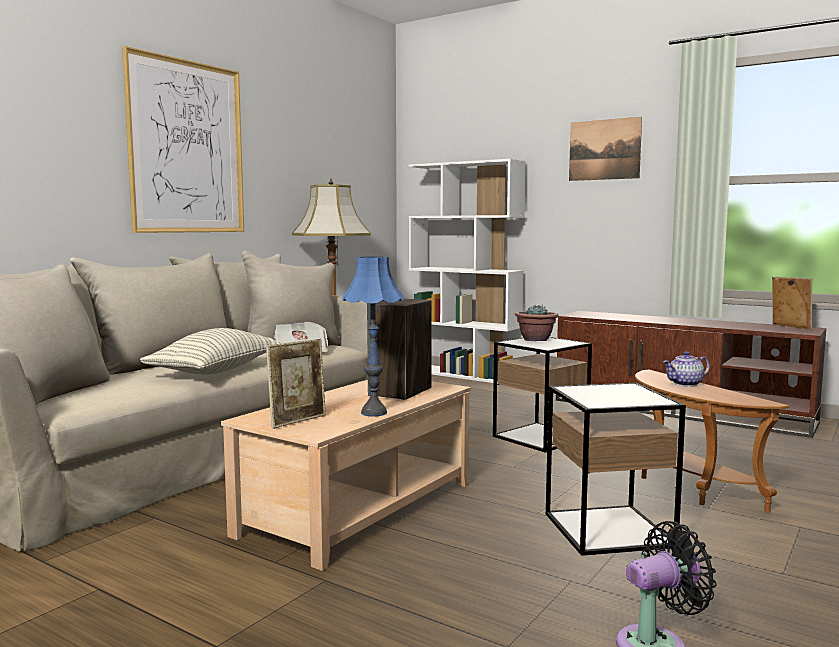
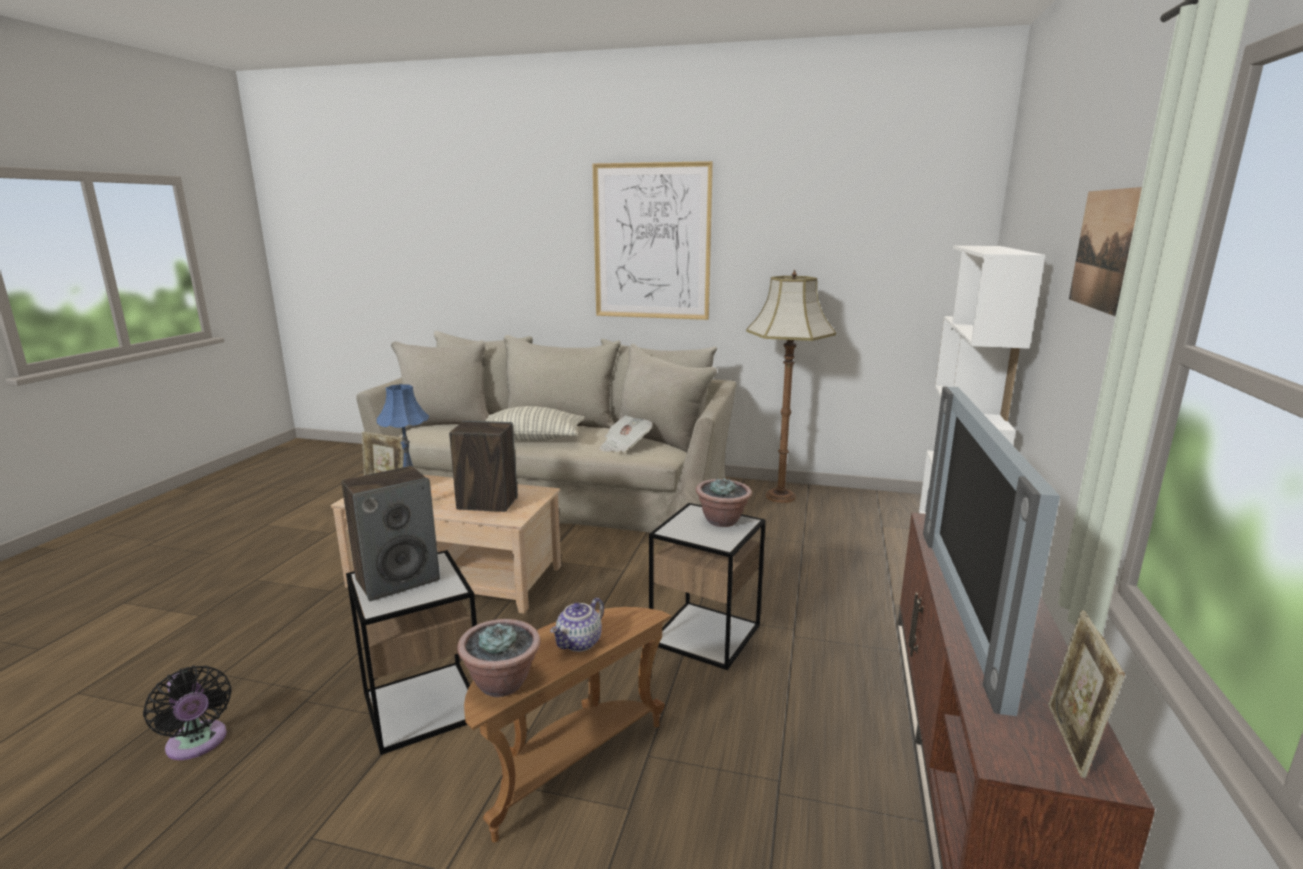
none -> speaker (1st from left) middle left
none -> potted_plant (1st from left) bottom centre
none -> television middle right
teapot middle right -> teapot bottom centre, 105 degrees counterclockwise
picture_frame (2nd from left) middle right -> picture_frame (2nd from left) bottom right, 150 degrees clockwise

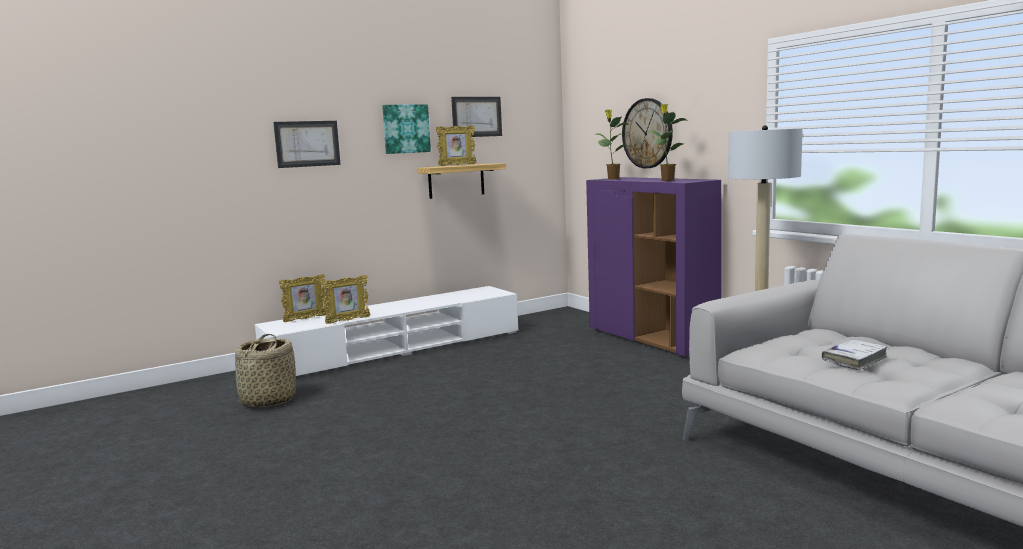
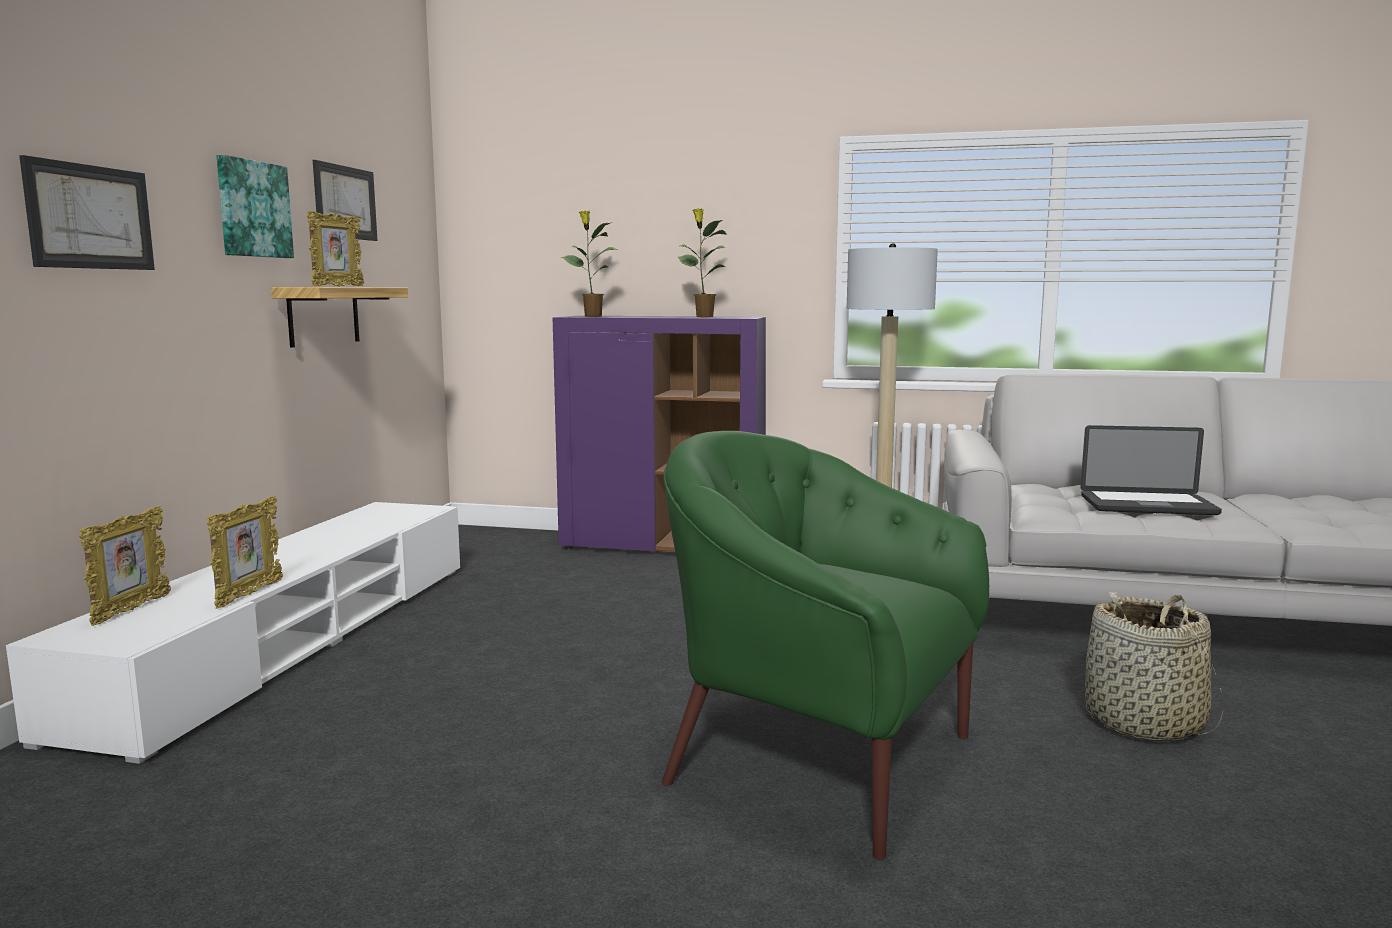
wall_clock top centre -> none
none -> green_armchair bottom centre
basket bottom left -> basket bottom right, move
white_book middle right -> laptop middle right

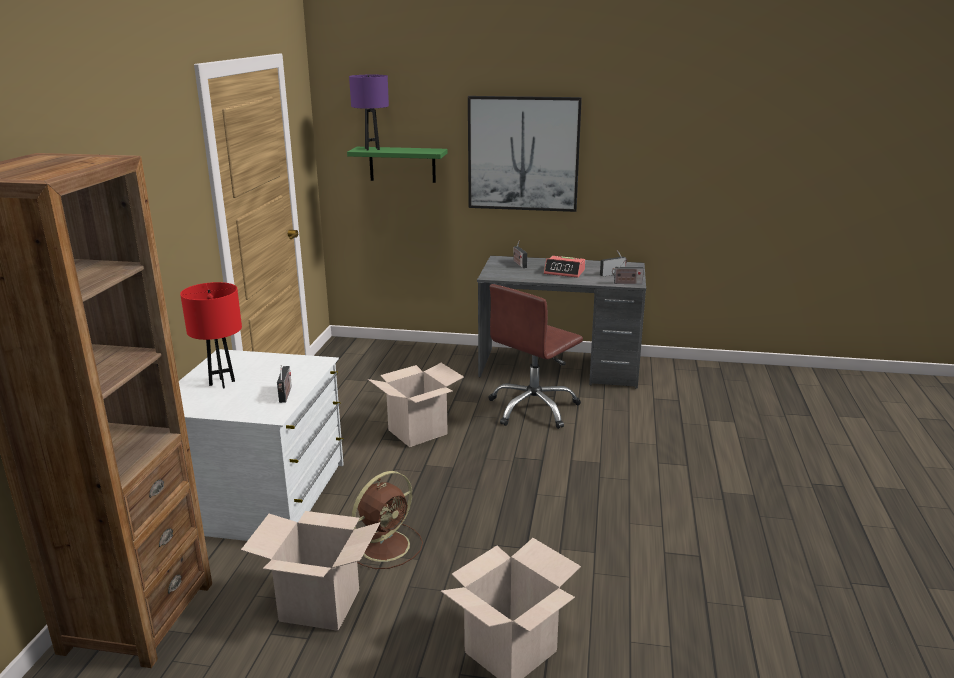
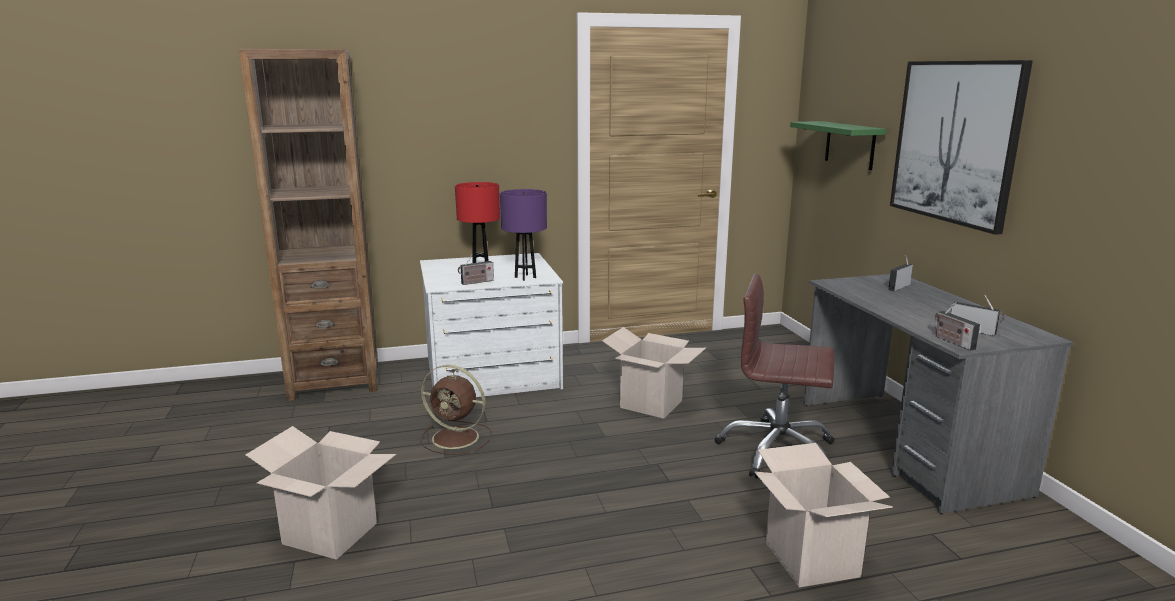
alarm_clock centre -> none
cardboard_box (1st from left in the first image) bottom left -> cardboard_box (3rd from left) bottom right, move
purple_table_lamp top centre -> purple_table_lamp centre, move

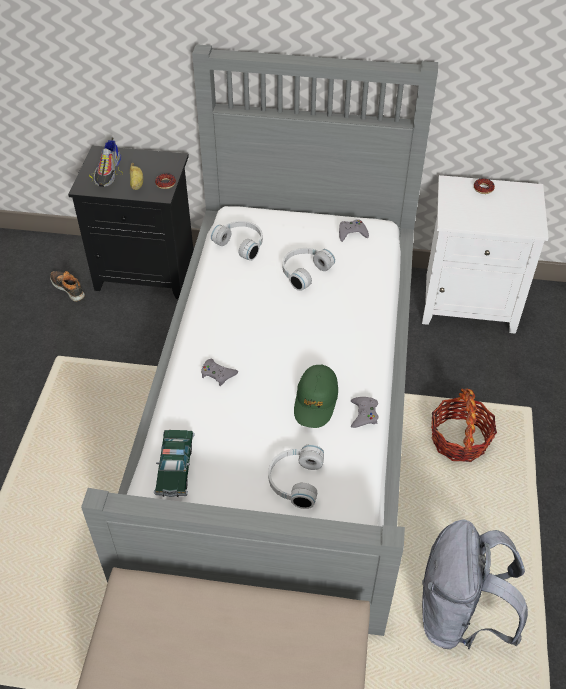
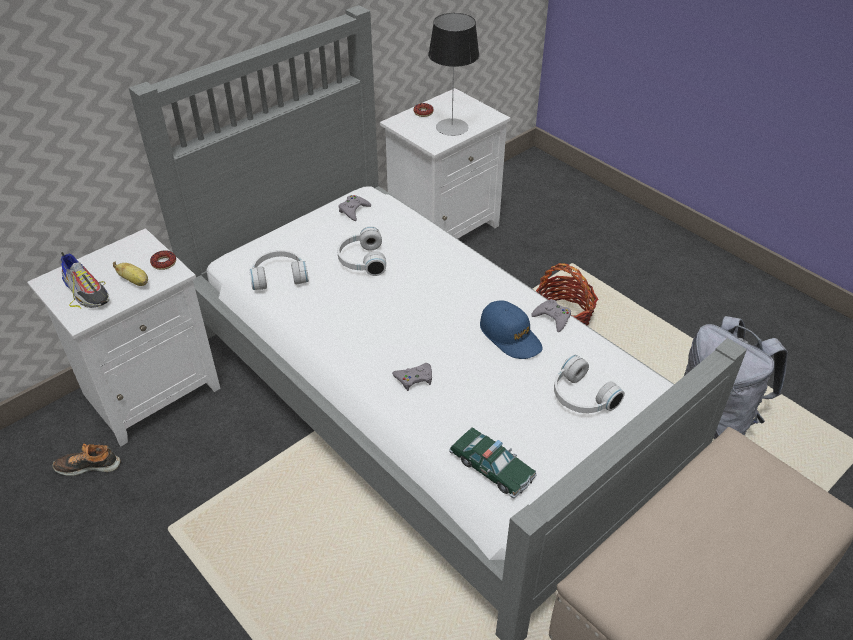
none -> table_lamp top centre
black_nightstand top left -> white_nightstand (1st from left) middle left
green_cap centre -> blue_cap centre

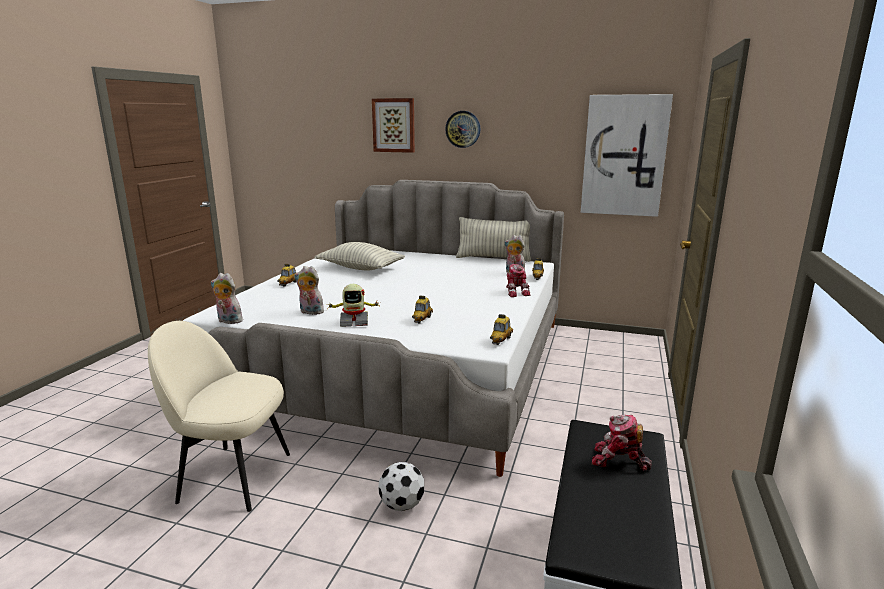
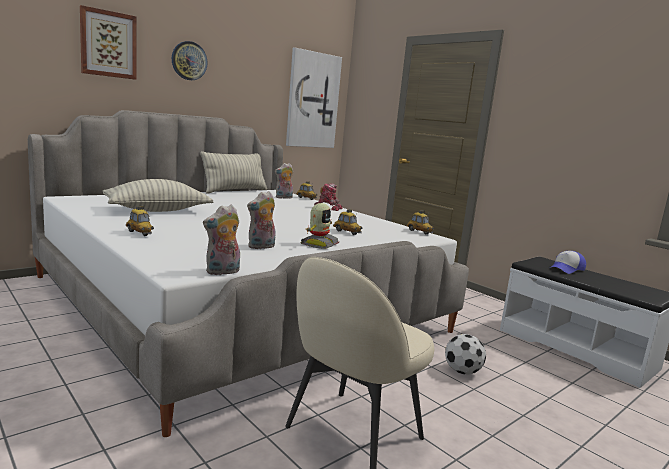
toy_robot (3rd from left) bottom right -> cap middle right

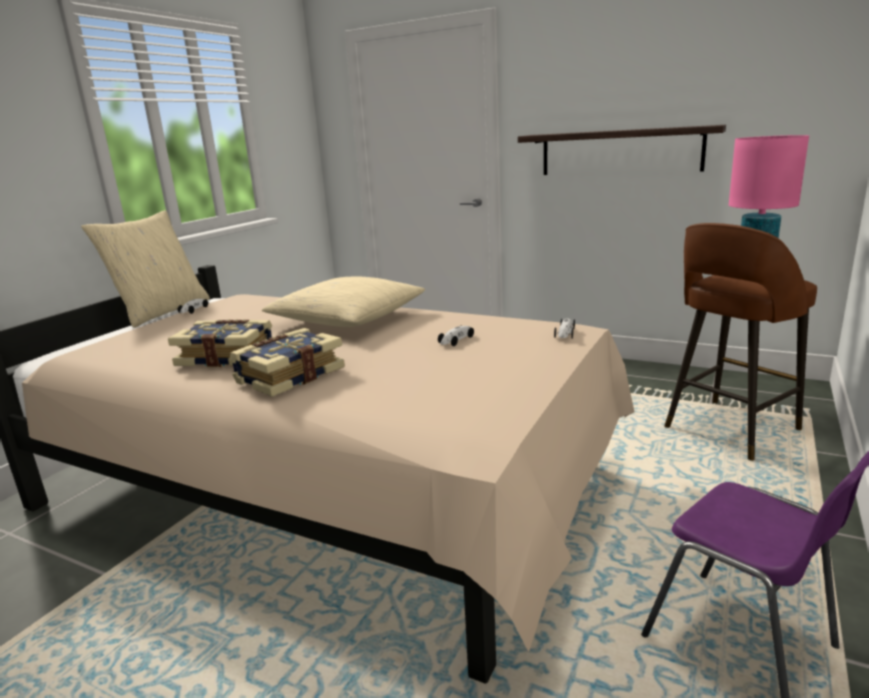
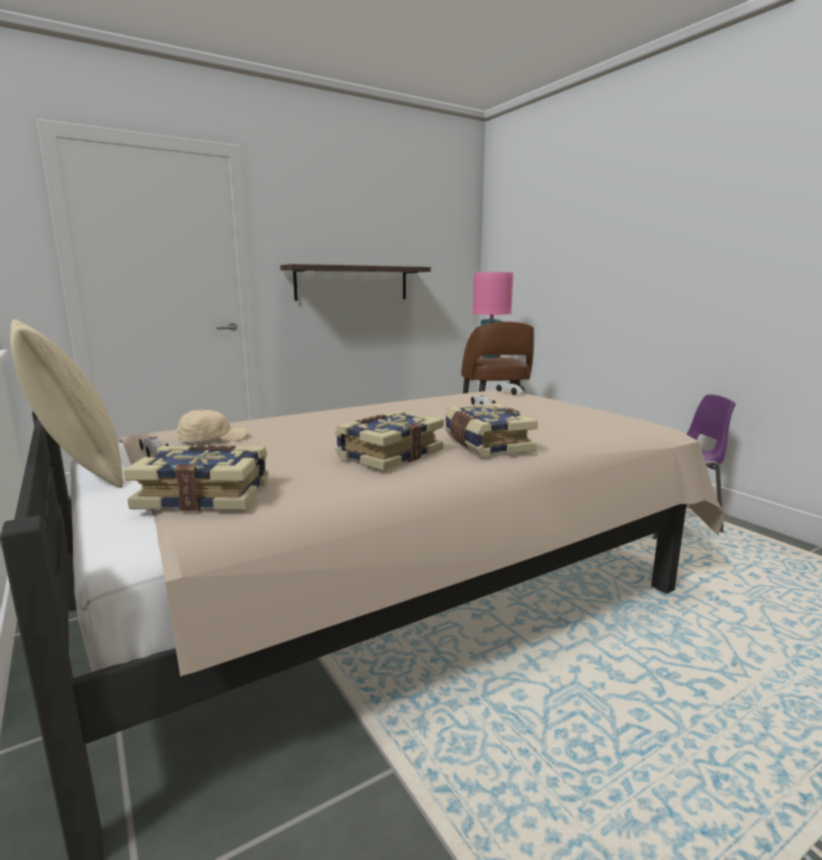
beige_pillow (2nd from left) centre -> none
none -> book (1st from left) middle left
none -> beige_cap middle left

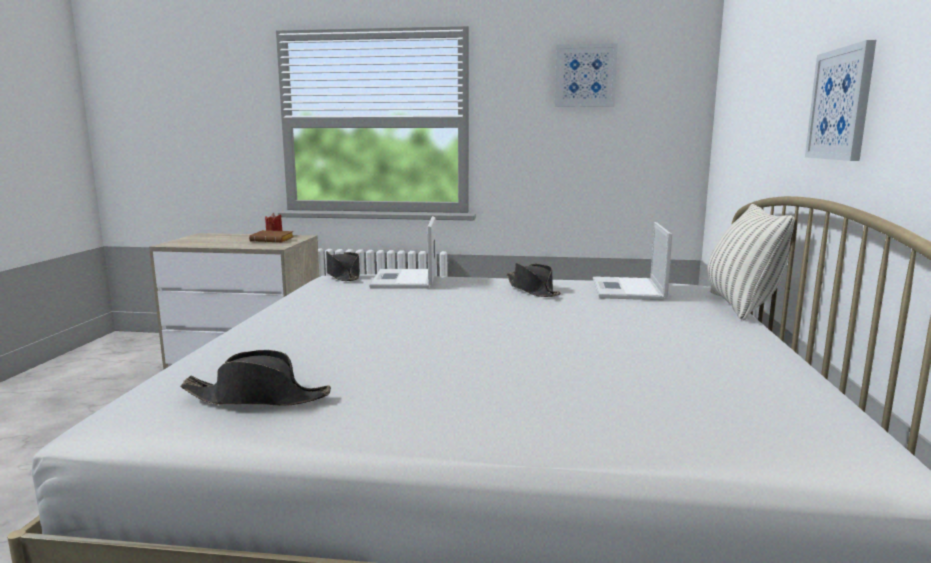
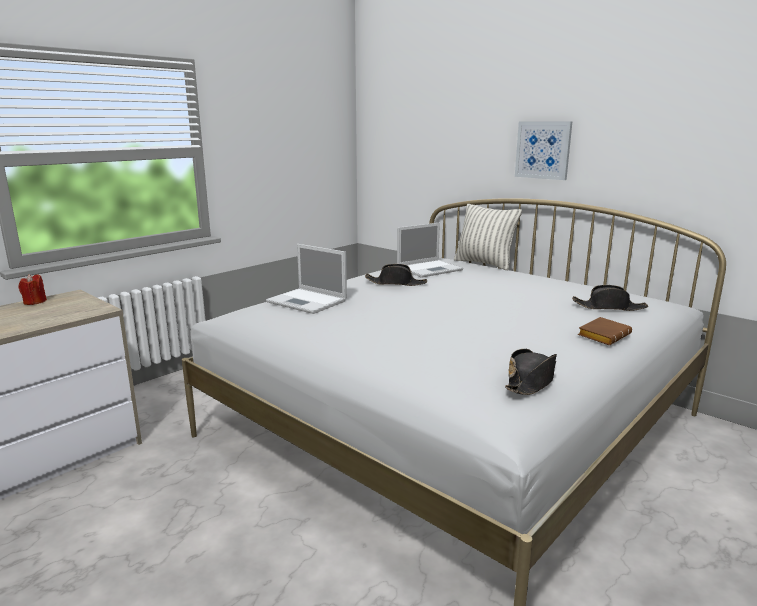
picture (1st from left) top centre -> none
brown_book middle left -> brown_book middle right, move
black_hat (2nd from left in the first image) centre -> black_hat (3rd from left) middle right, move
laptop (2nd from left) middle right -> laptop (2nd from left) centre, 75 degrees counterclockwise

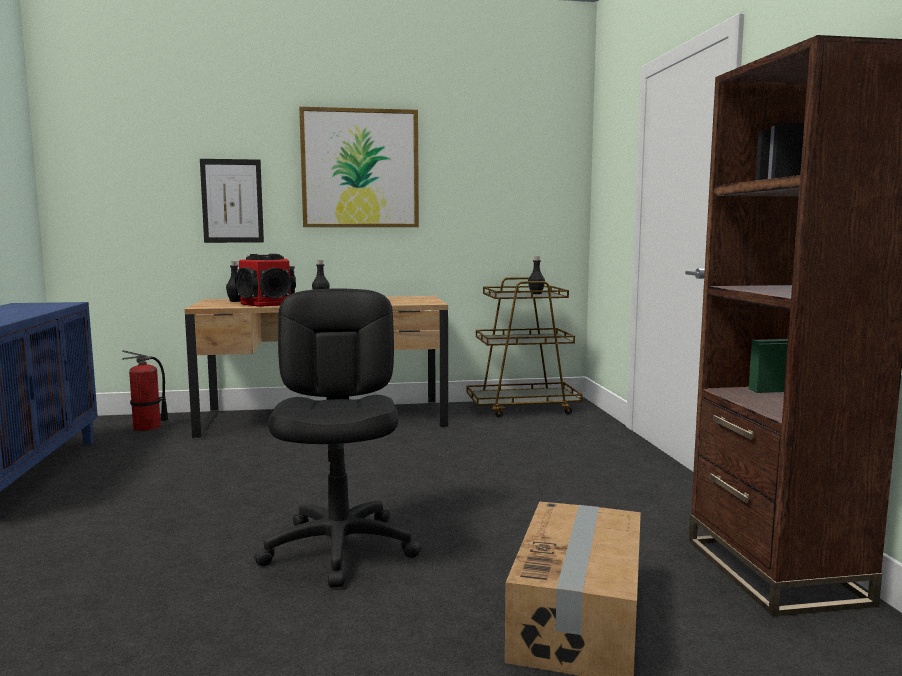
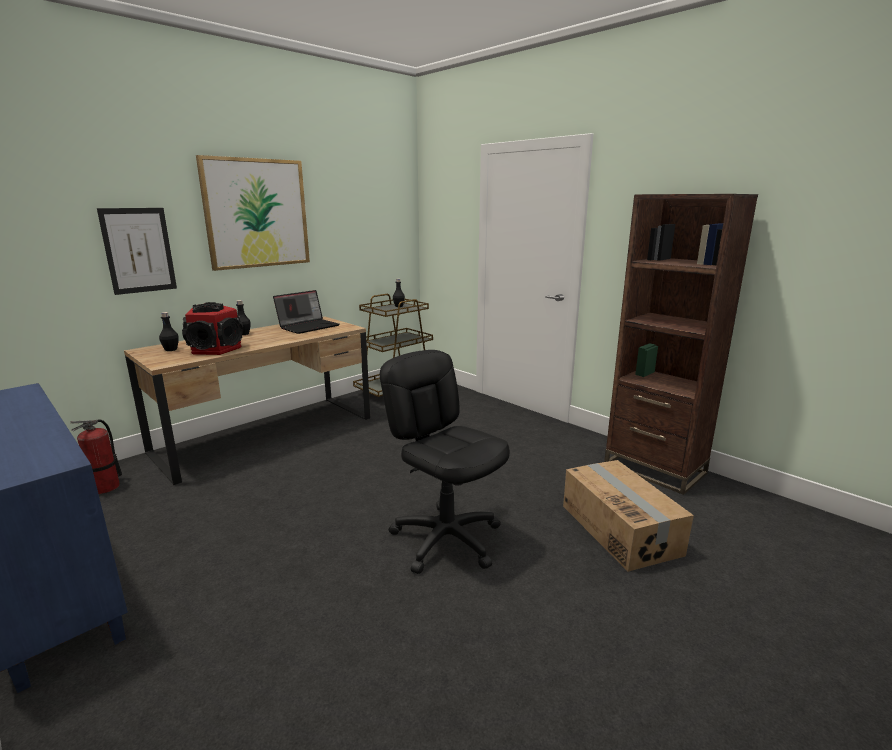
none -> laptop centre

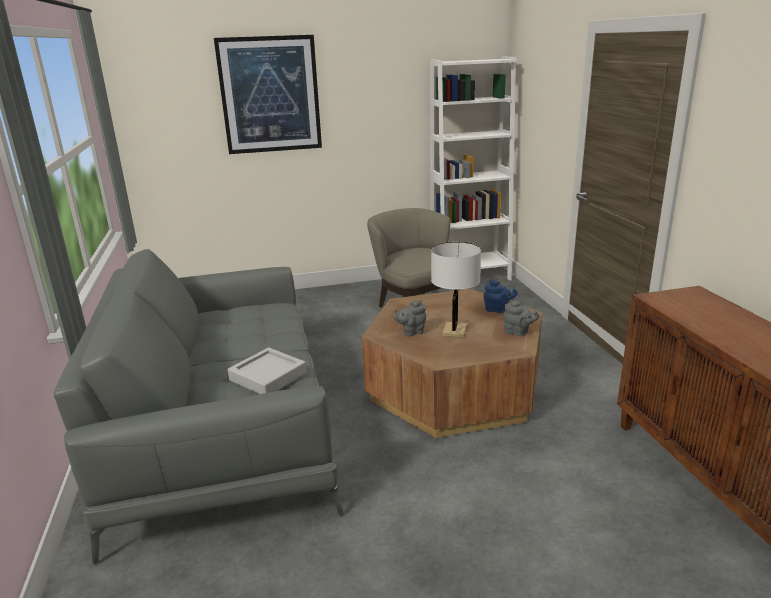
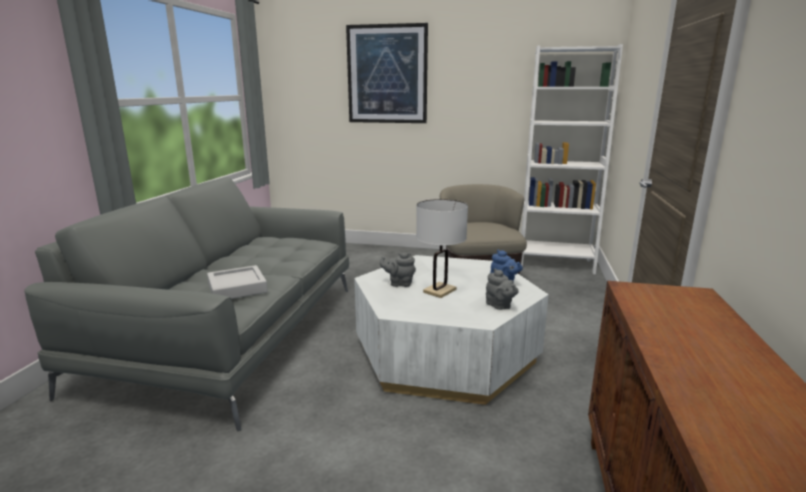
brown_coffee_table centre -> white_coffee_table bottom centre

